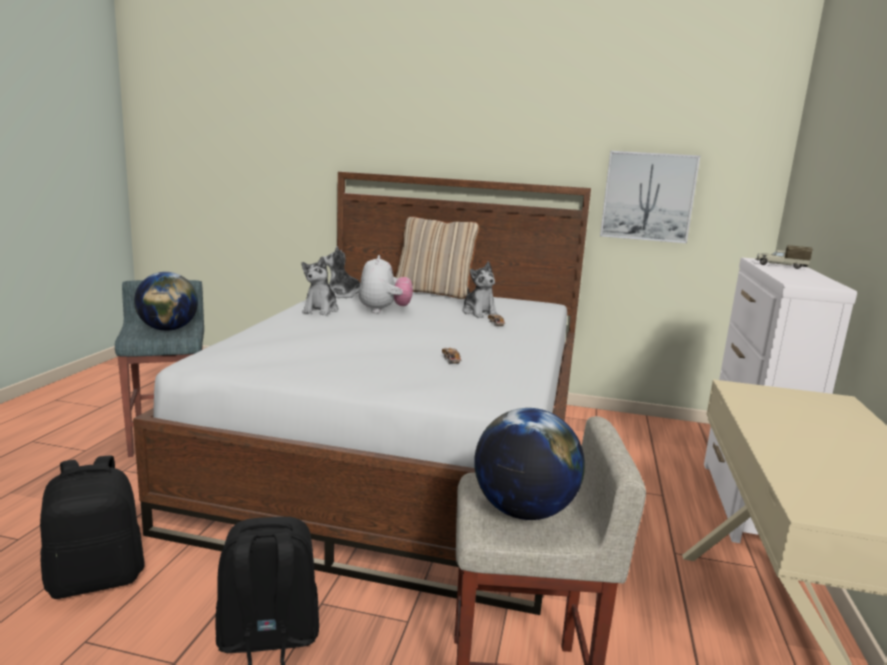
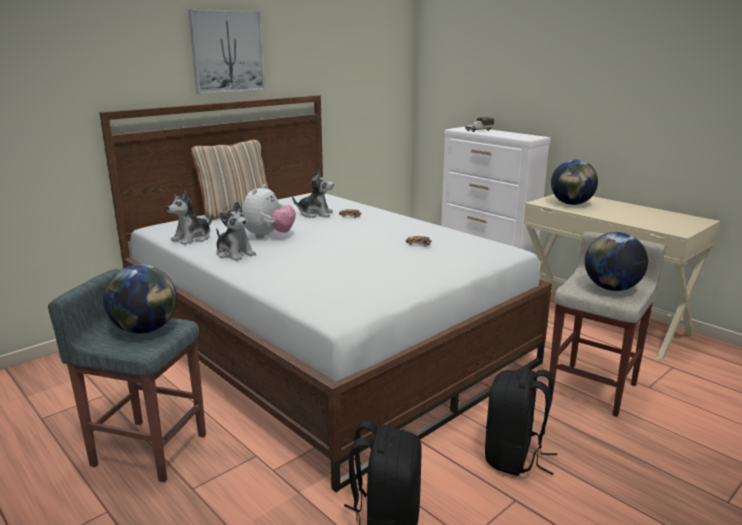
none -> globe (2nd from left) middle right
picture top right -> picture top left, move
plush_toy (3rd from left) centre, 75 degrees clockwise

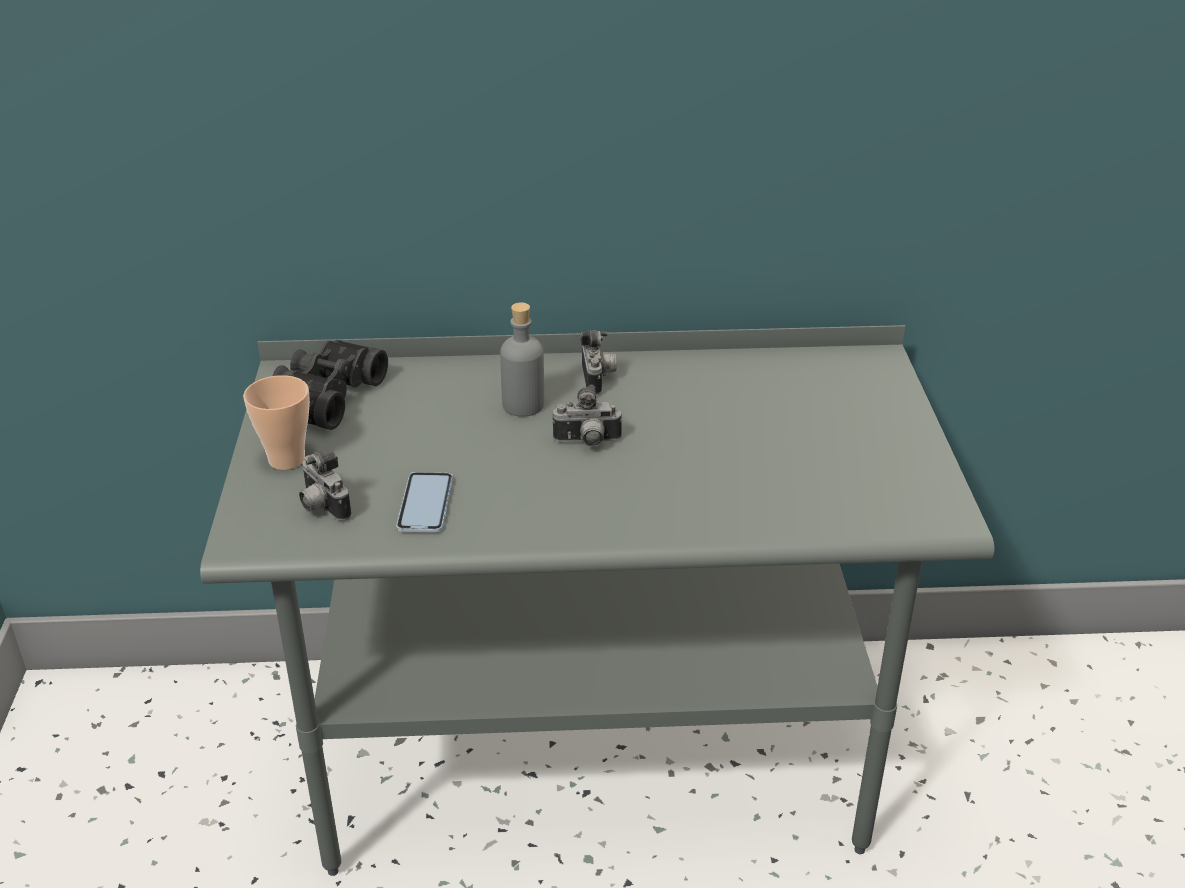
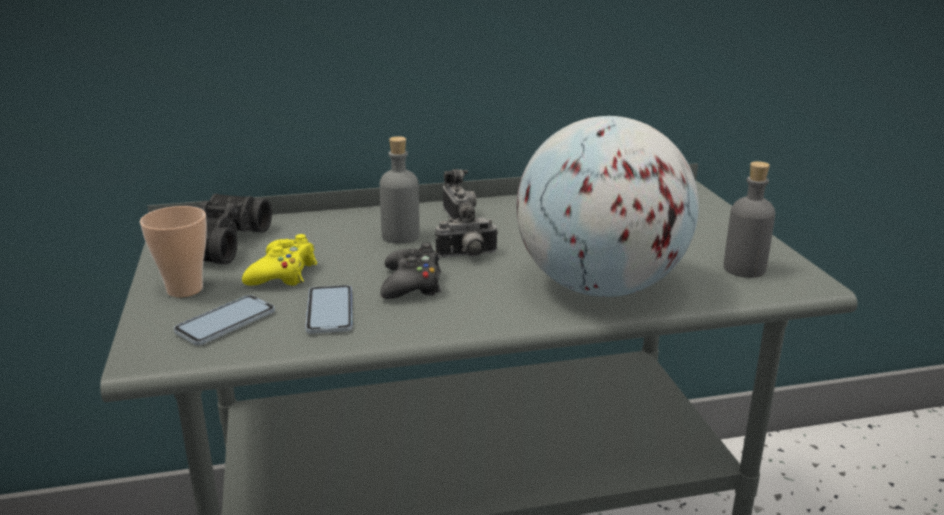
none -> yellow_game_controller middle left
none -> black_game_controller centre
none -> globe centre
none -> grey_bottle (2nd from left) middle right
photo_camera (1st from left) middle left -> phone (1st from left) middle left

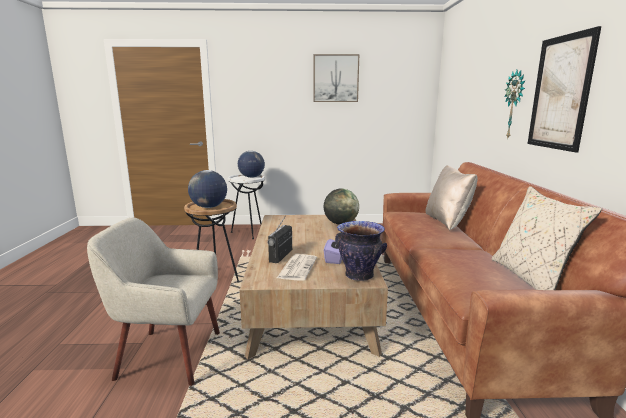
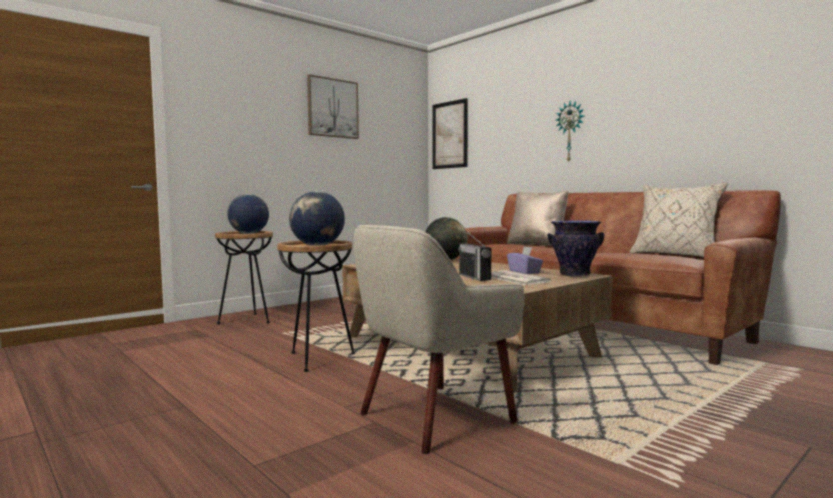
picture (2nd from left) top right -> picture (2nd from left) top centre, move
white_side_table centre -> brown_side_table (1st from left) middle left

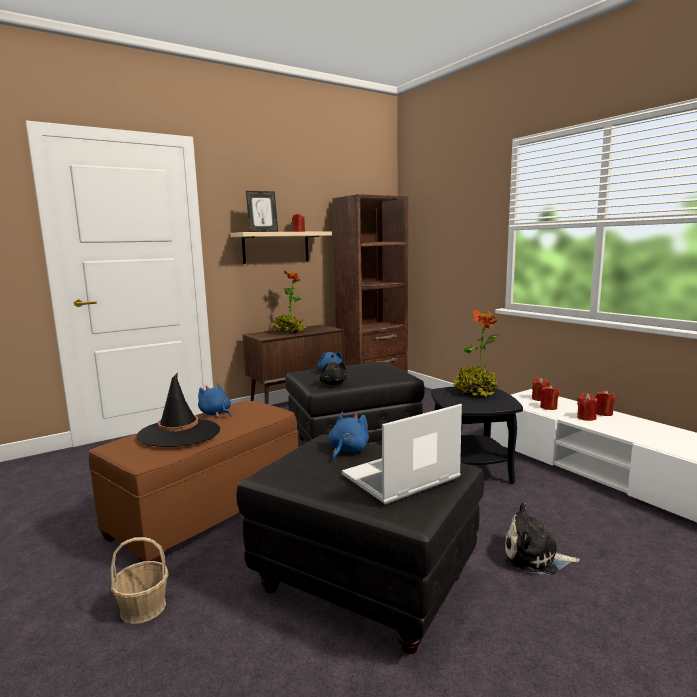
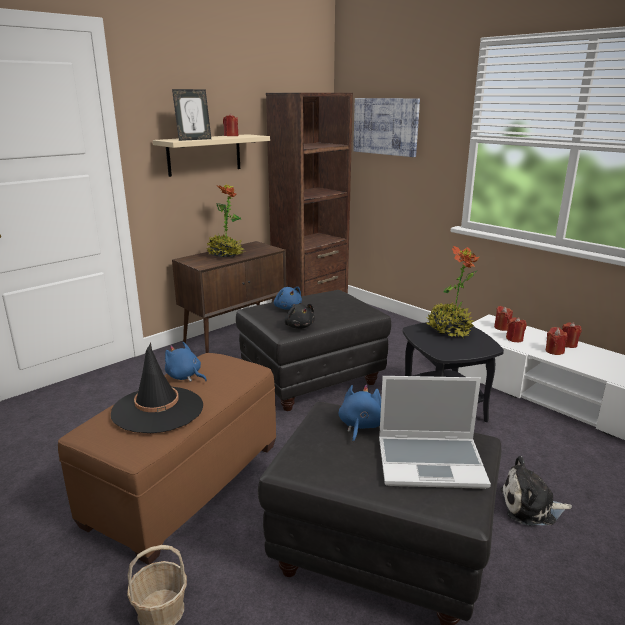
none -> picture top centre
laptop centre -> laptop bottom right, 135 degrees counterclockwise

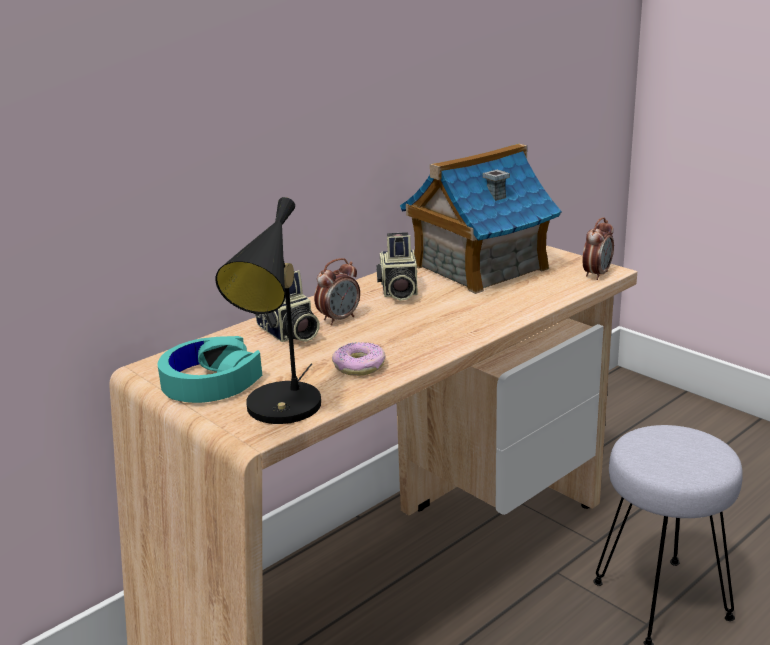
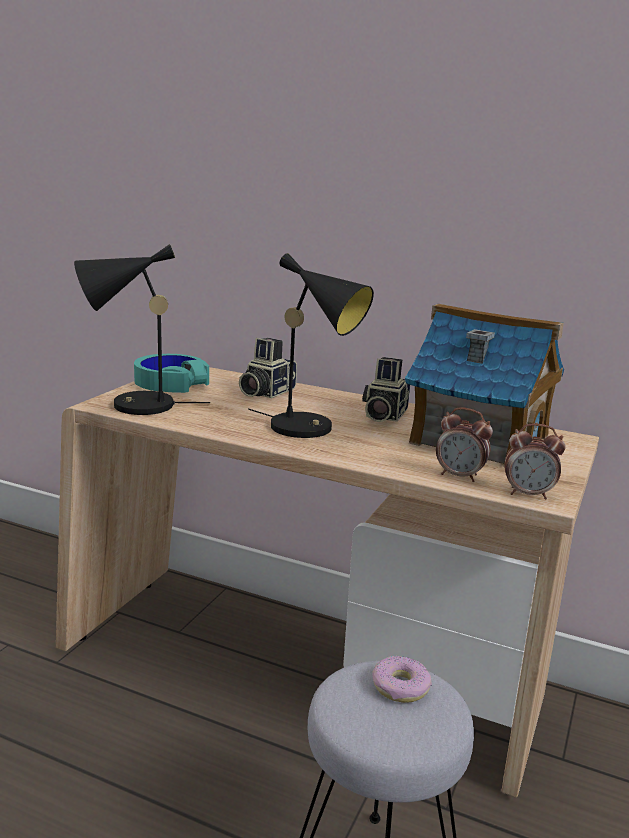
none -> black_table_lamp (2nd from left) centre
alarm_clock (1st from left) centre -> alarm_clock (1st from left) middle right, move
donut centre -> donut bottom centre, move
photo_camera (2nd from left) centre, 45 degrees counterclockwise

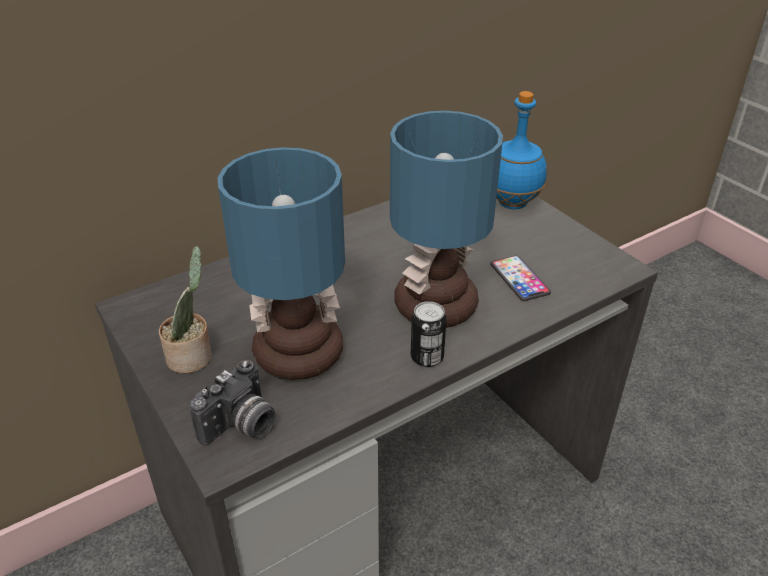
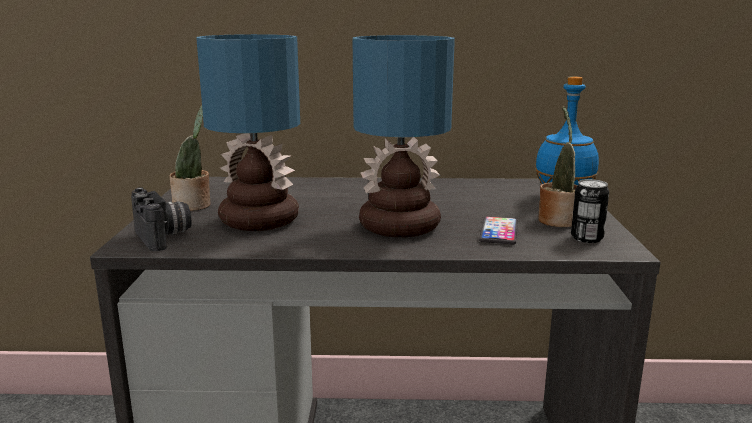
none -> potted_plant (2nd from left) middle right
can centre -> can middle right, move
photo_camera bottom left -> photo_camera middle left, 105 degrees counterclockwise

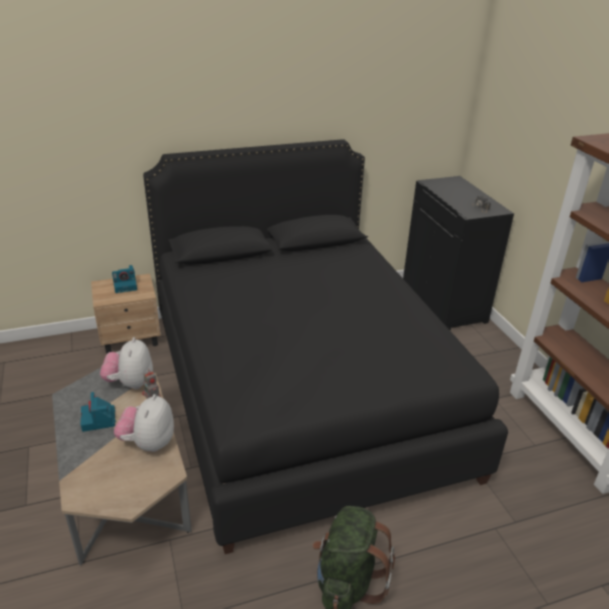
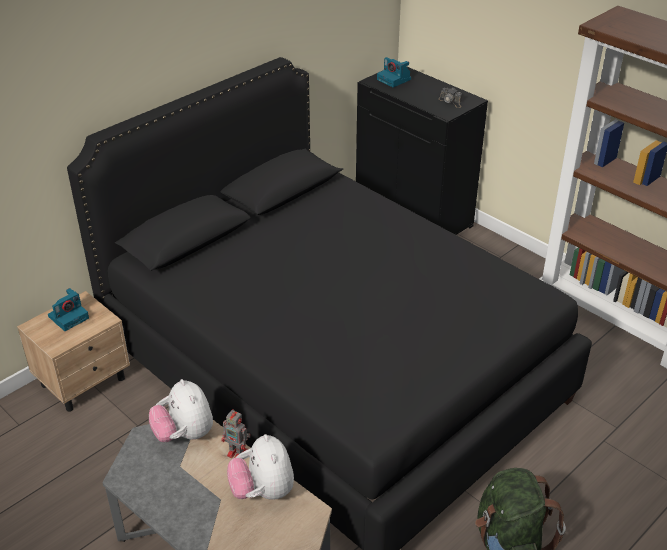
photo_camera (1st from left in the first image) bottom left -> photo_camera (2nd from left) top centre, move

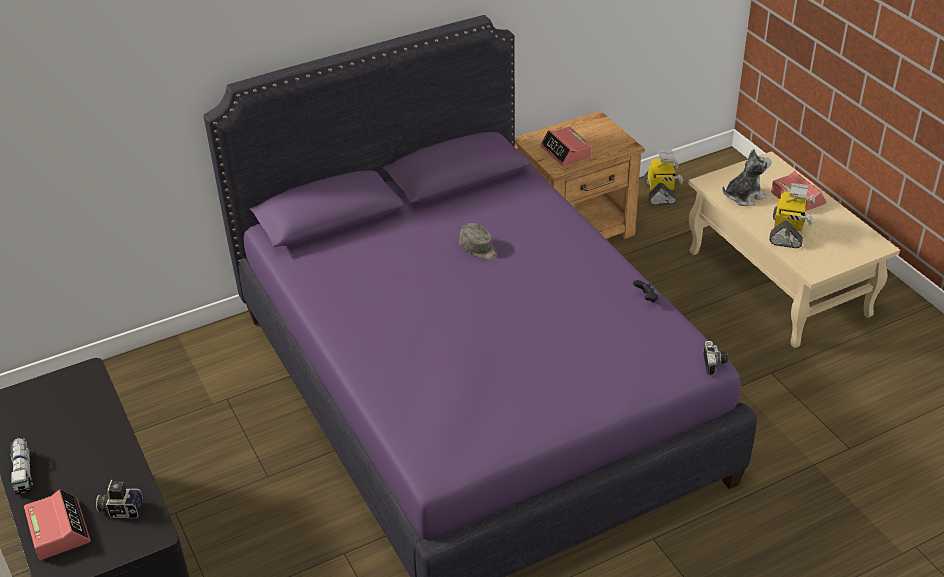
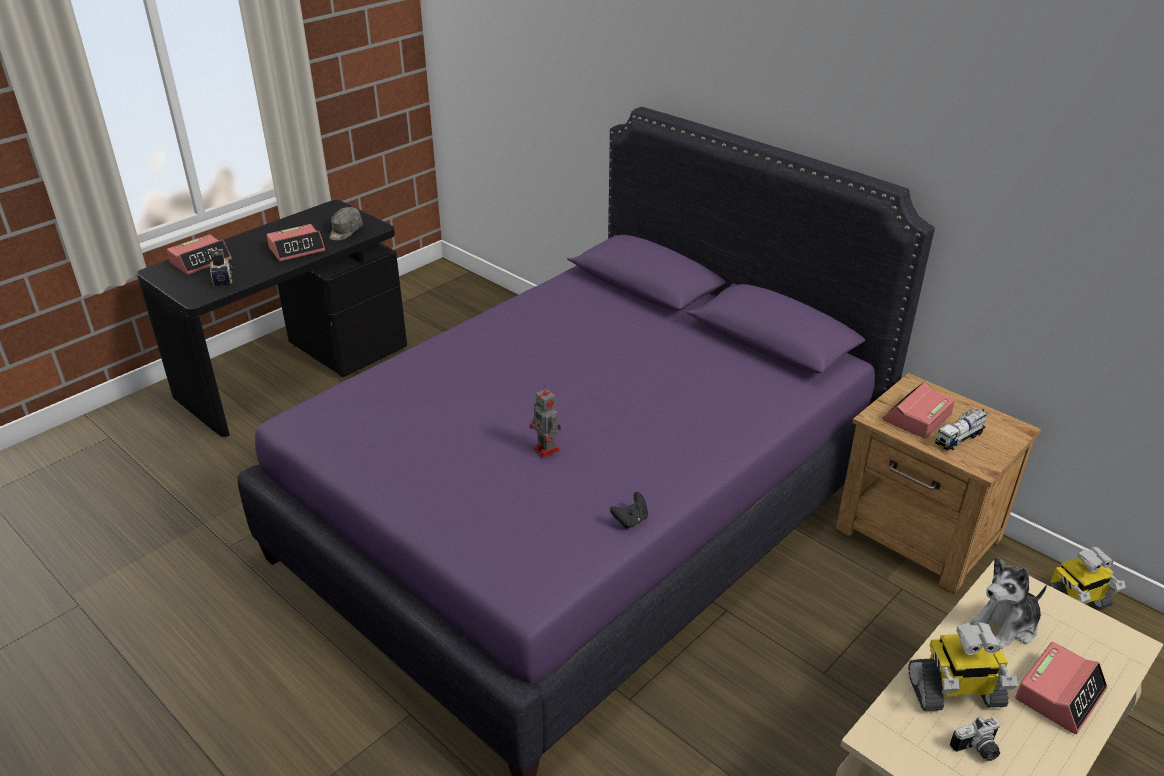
none -> alarm_clock (2nd from left) top left
none -> toy_robot (1st from left) centre
toy_truck bottom left -> toy_truck middle right, move
grey_cap centre -> grey_cap top left, move
photo_camera (2nd from left) middle right -> photo_camera (2nd from left) bottom right, move
plush_toy top right -> plush_toy bottom right, 105 degrees clockwise

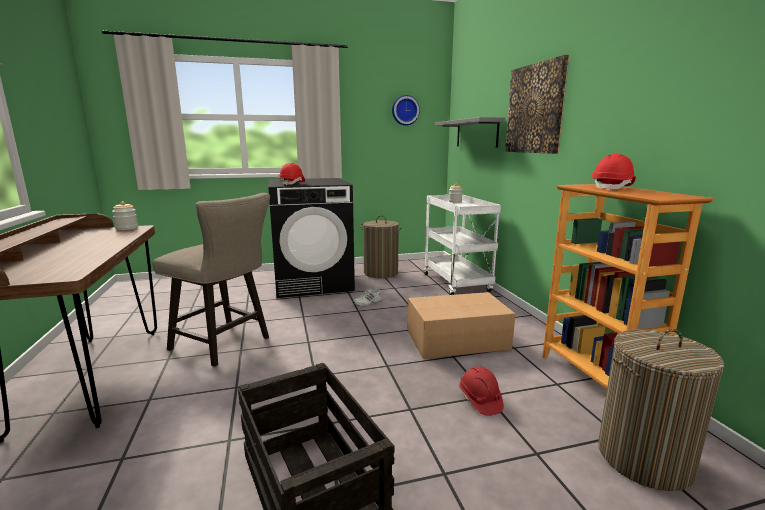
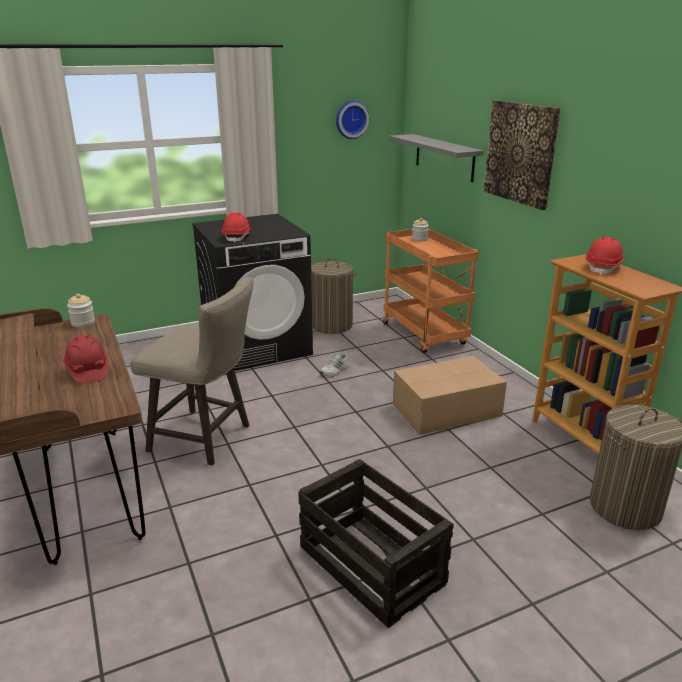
red_hard_hat (2nd from left in the first image) bottom centre -> red_hard_hat (1st from left) middle left, move
white_cart centre -> orange_cart centre

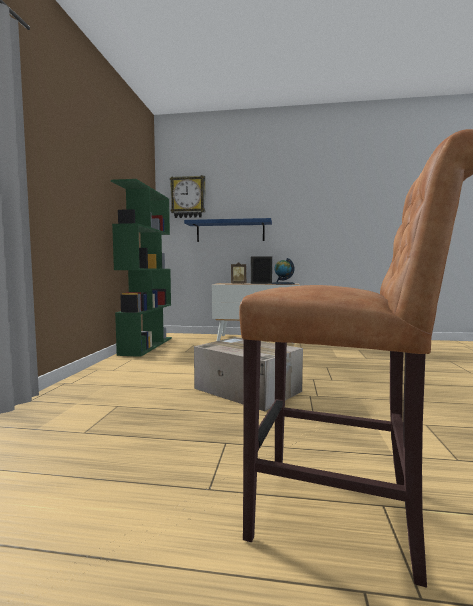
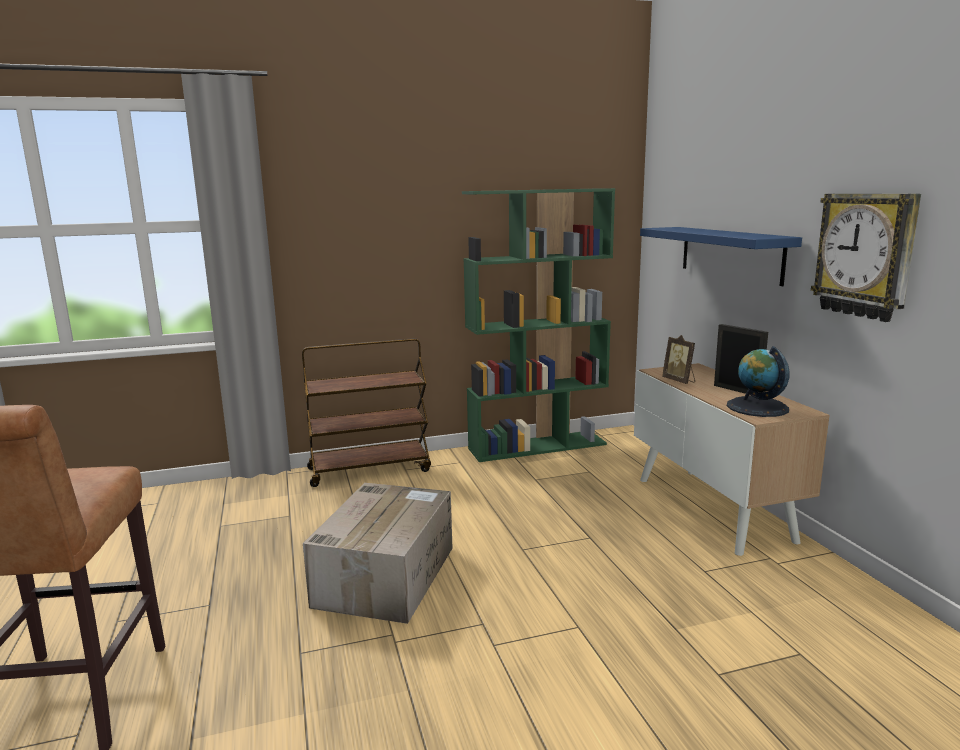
none -> brown_cart centre
wall_clock top centre -> wall_clock middle right, move

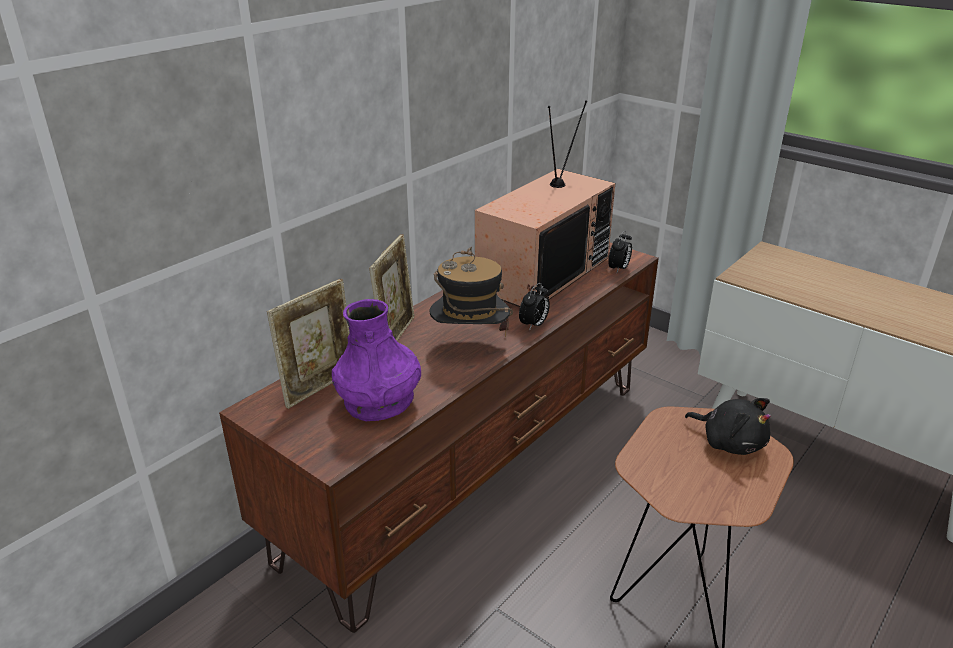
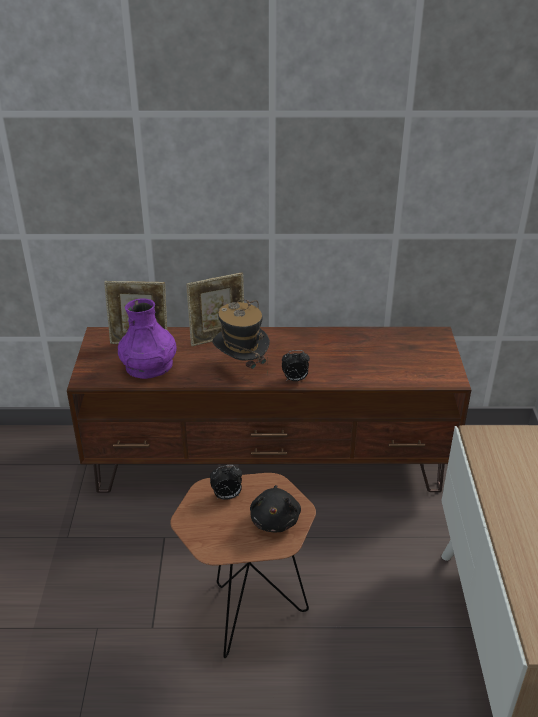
television top centre -> none
alarm_clock (2nd from left in the first image) centre -> alarm_clock (1st from left) bottom centre, move

